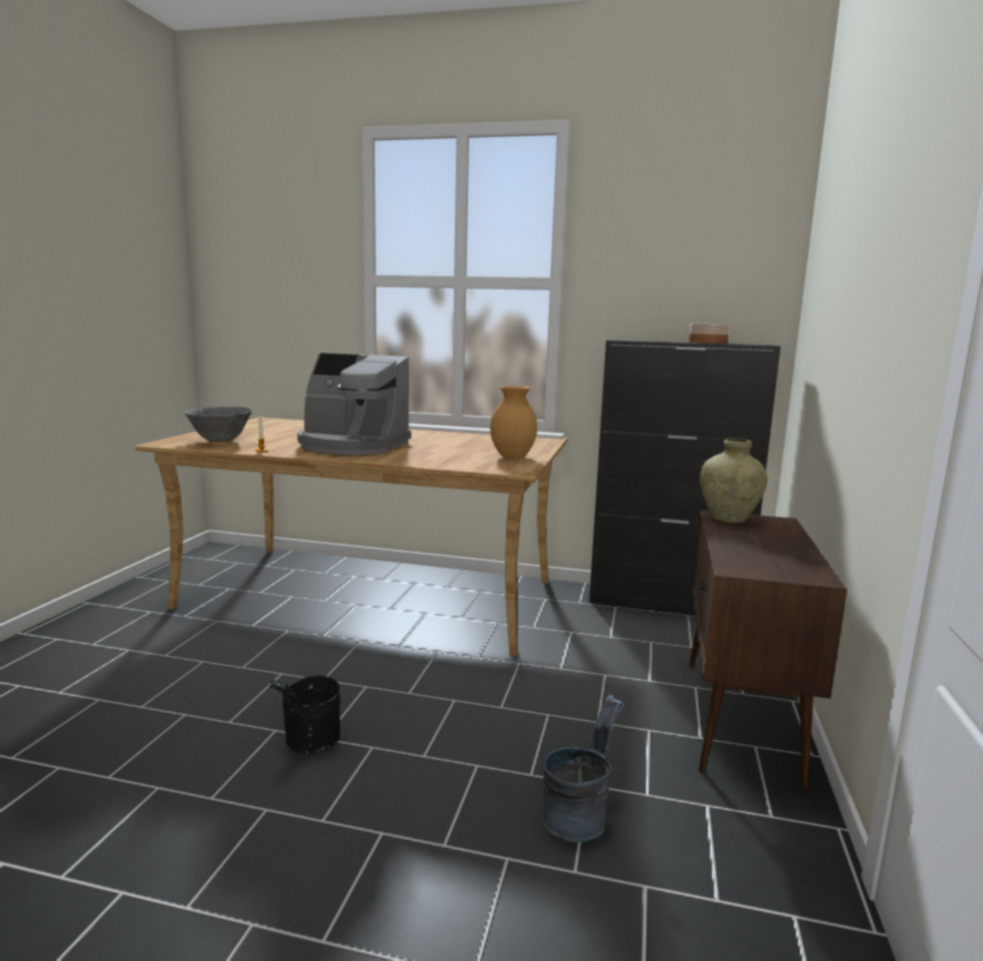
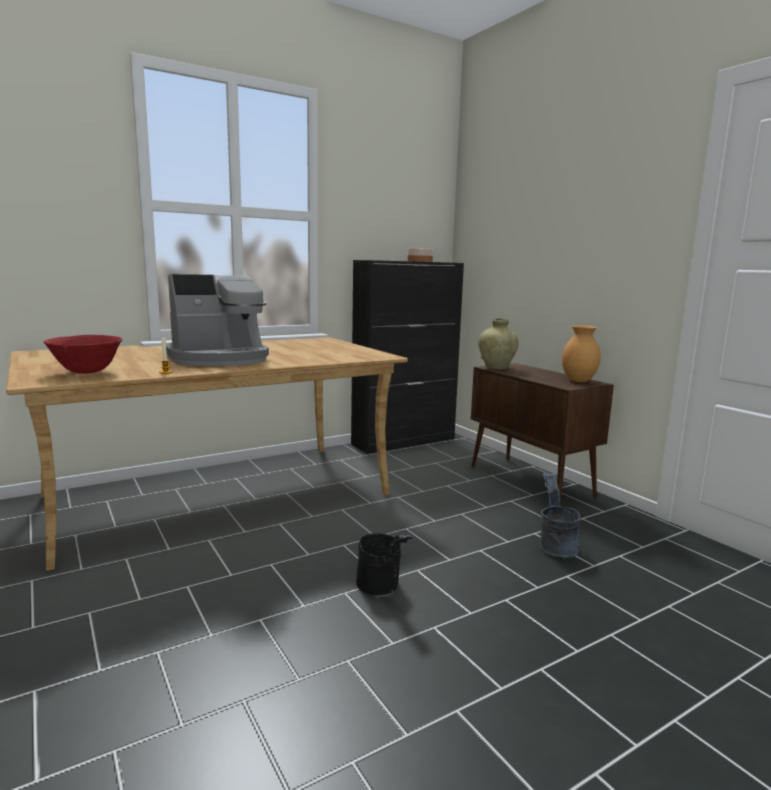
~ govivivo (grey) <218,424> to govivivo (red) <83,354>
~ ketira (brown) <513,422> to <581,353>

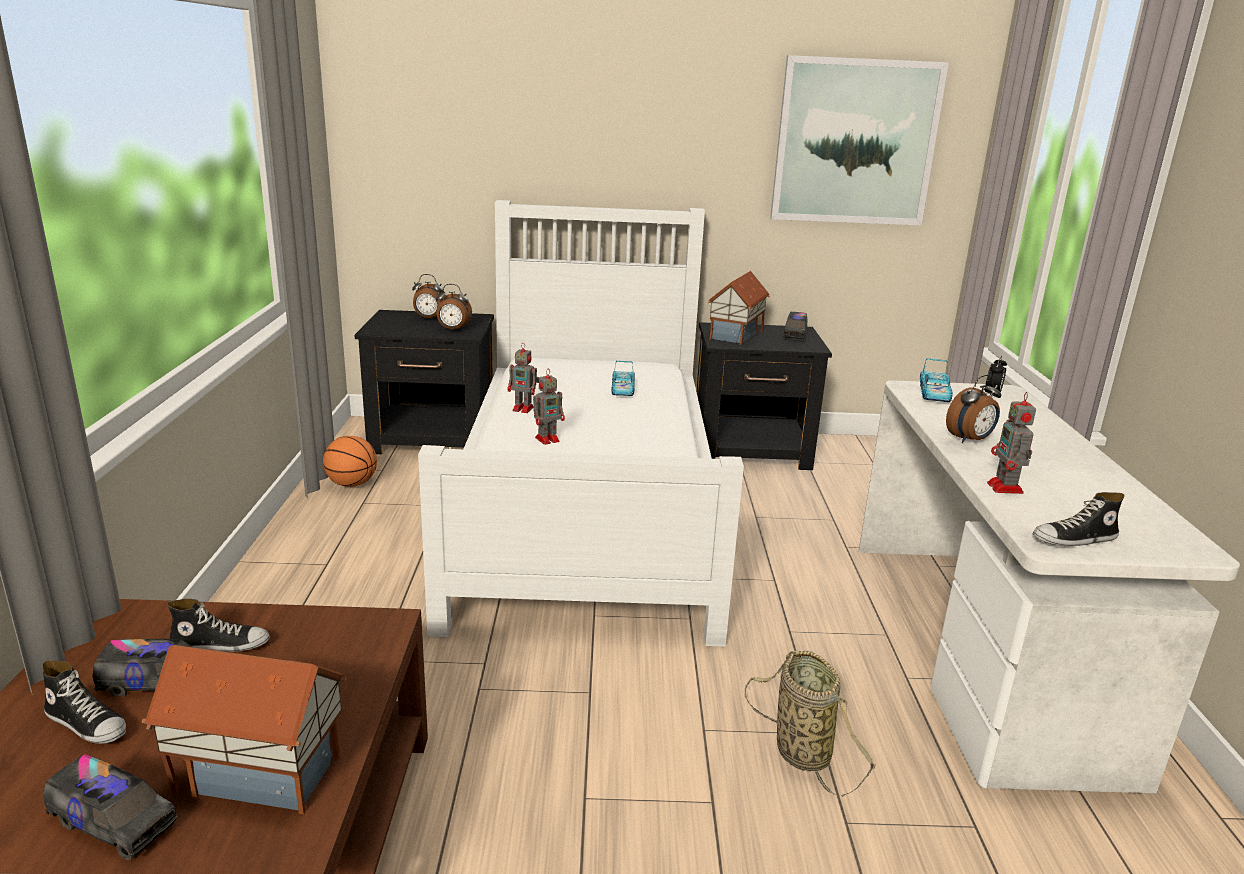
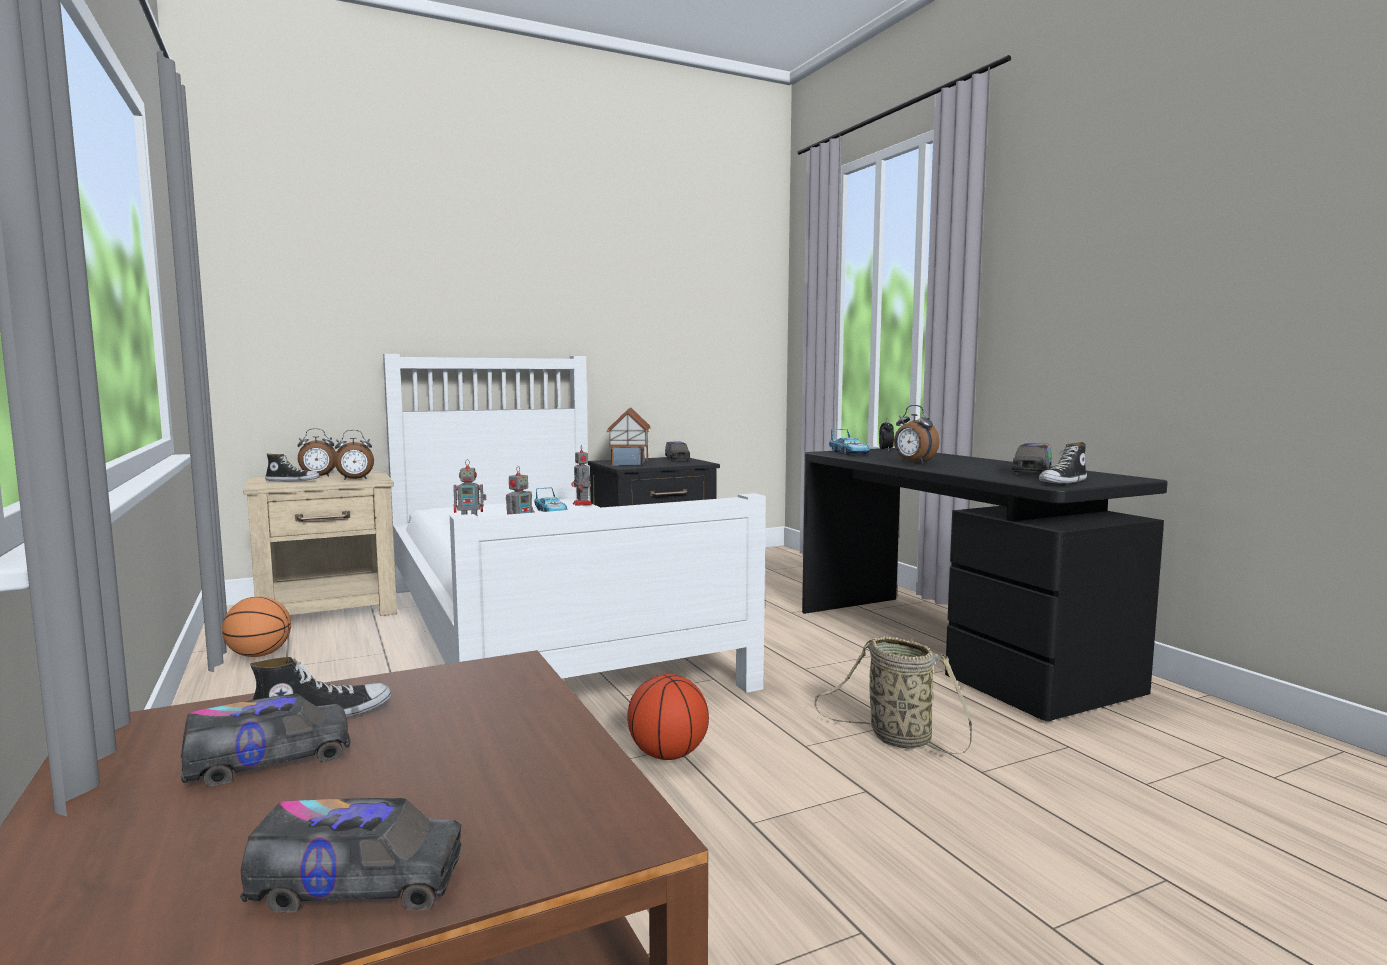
~ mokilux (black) <424,382> to mokilux (beige) <320,543>
~ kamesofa <84,702> to <292,467>
~ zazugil <1011,443> to <581,475>
+ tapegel <668,717>
~ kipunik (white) <1049,586> to kipunik (black) <985,584>
~ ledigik <973,409> = <917,434> 105 degrees clockwise
+ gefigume <1032,459>
- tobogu <244,729>
- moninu <859,140>

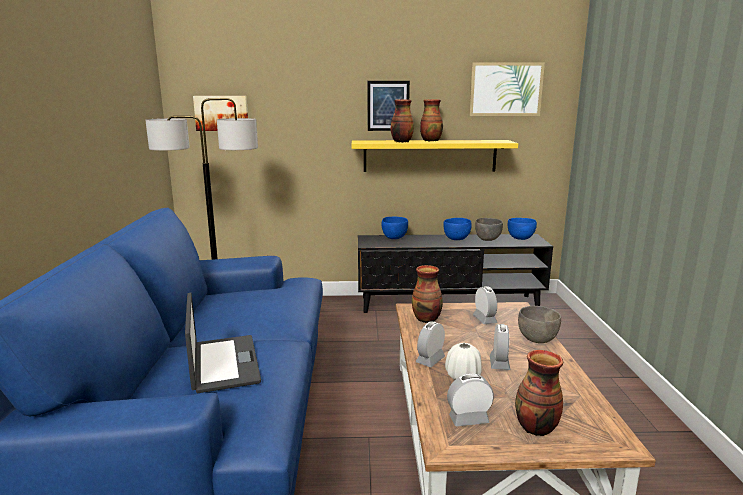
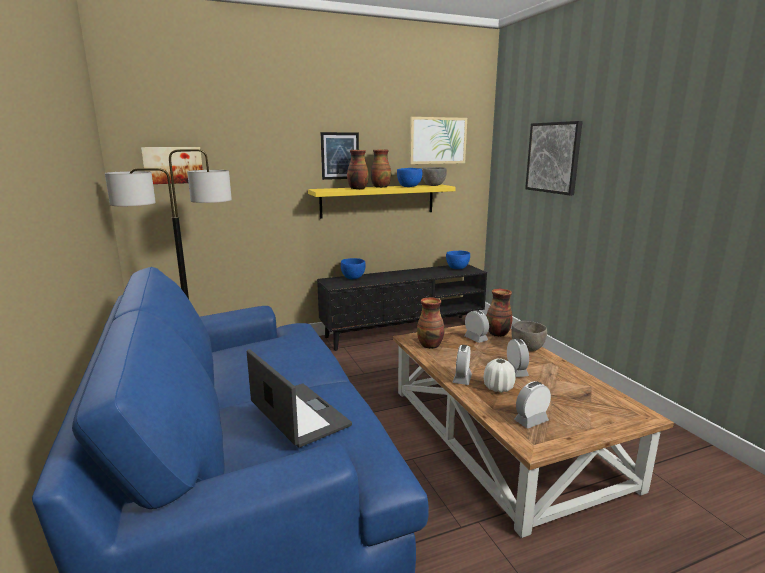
~ govivivo (blue) <458,229> to <410,177>
~ govivivo (grey) <489,229> to <434,176>
~ ketira <539,393> to <499,313>
+ moninu <554,158>

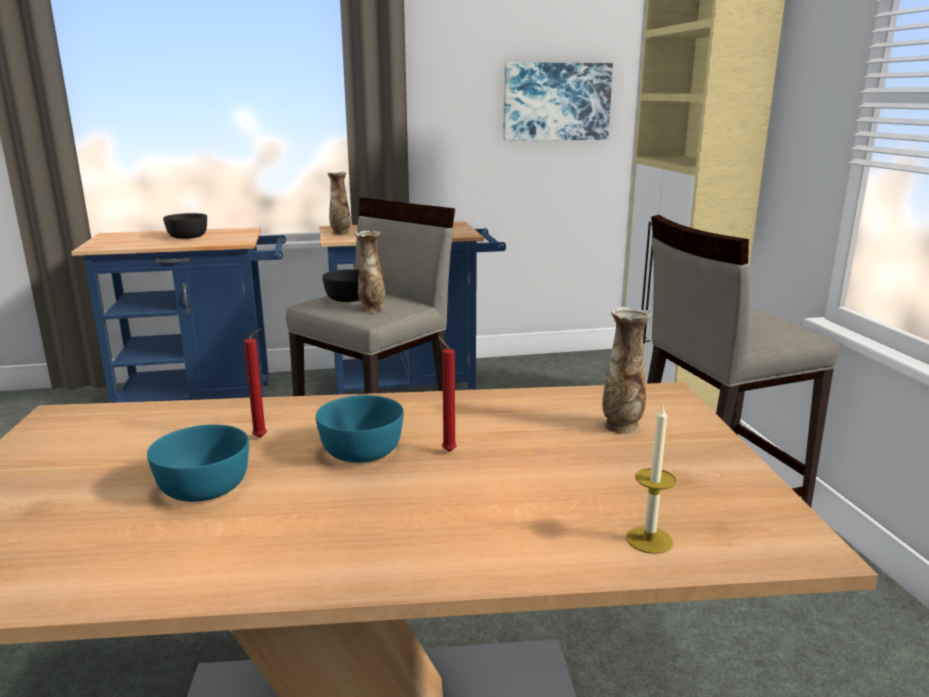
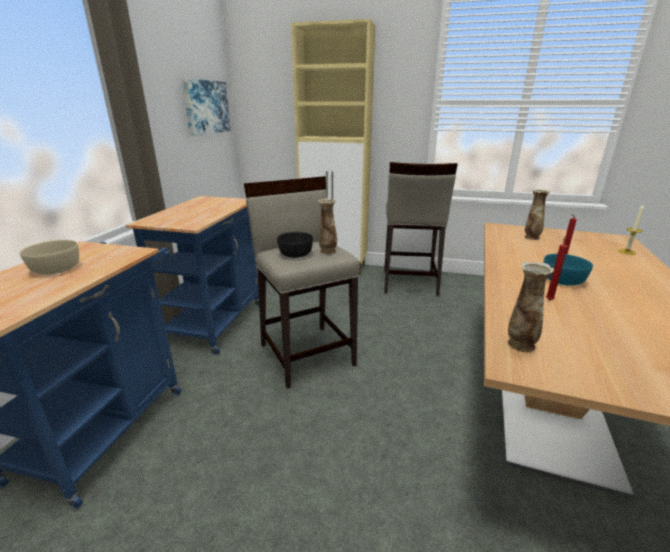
~ govivivo (black) <185,226> to govivivo (beige) <49,257>
~ ketira <339,203> to <531,307>
- govivivo (turquoise) <198,463>

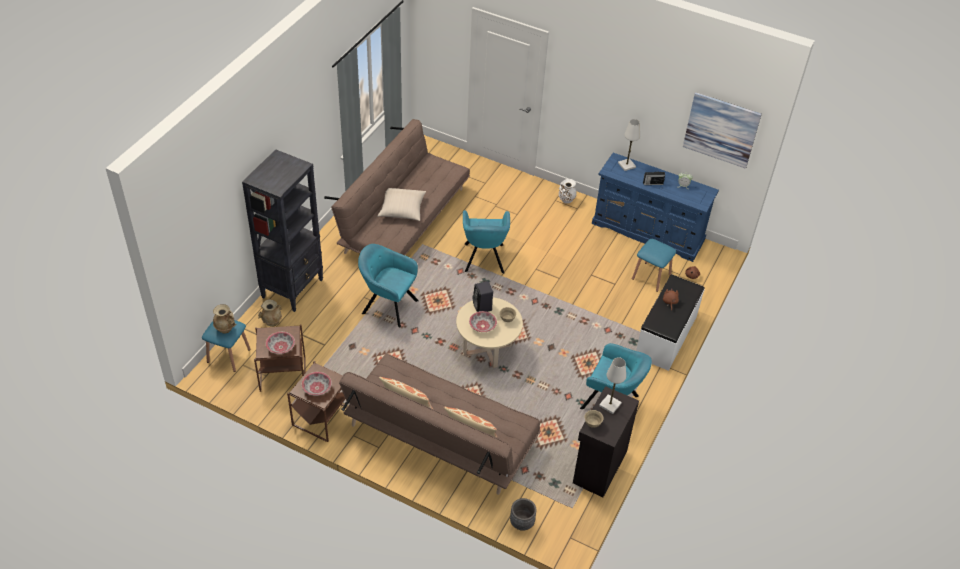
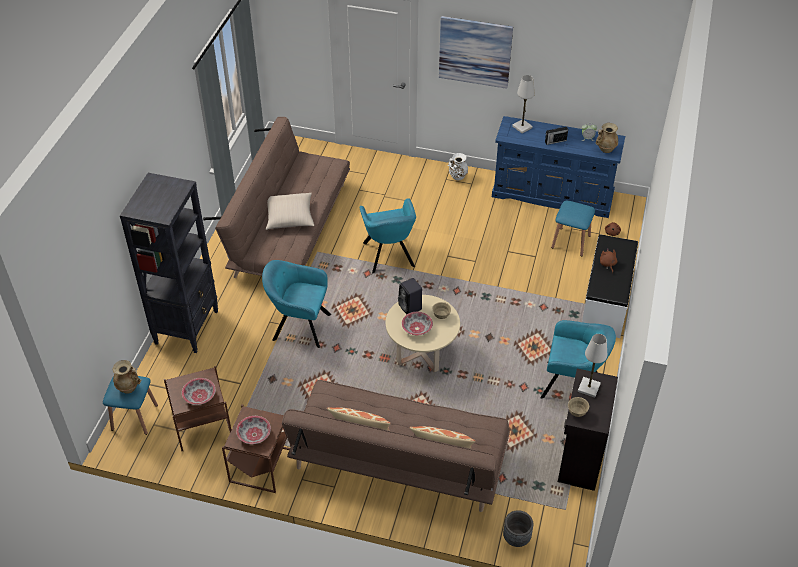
~ moninu <722,130> to <476,52>
~ ketira (beige) <270,313> to <607,138>

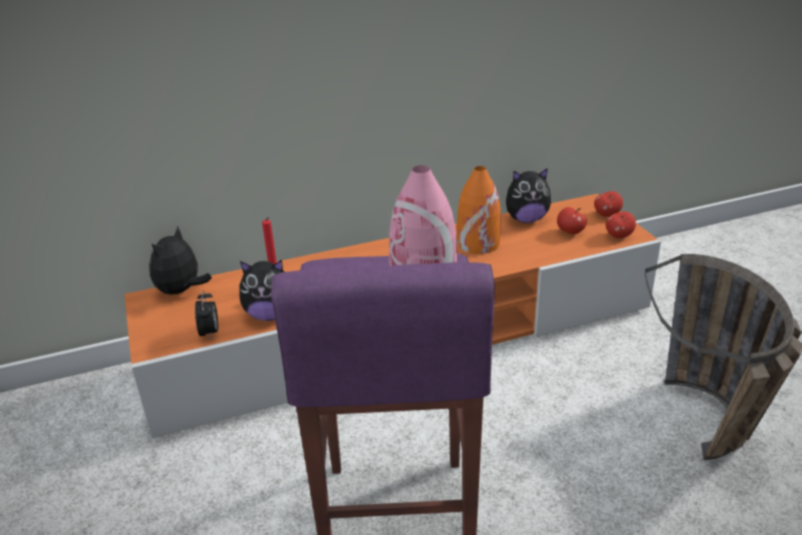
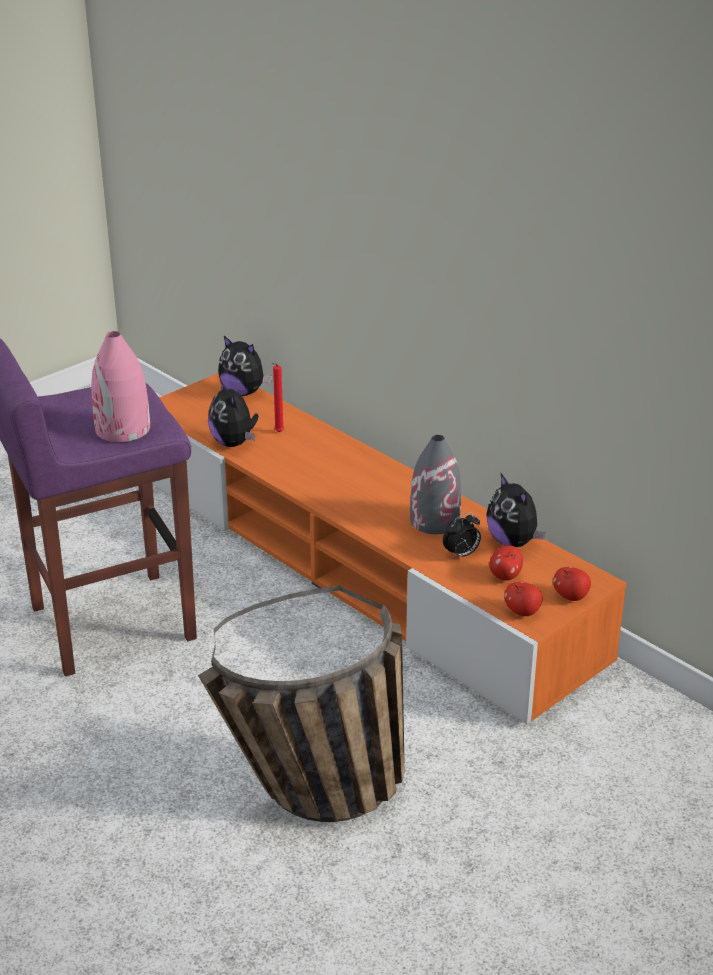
~ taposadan <180,260> = <245,366> 150 degrees counterclockwise
~ ketira (orange) <479,210> to ketira (grey) <435,484>
~ ledigik <206,315> to <462,536>

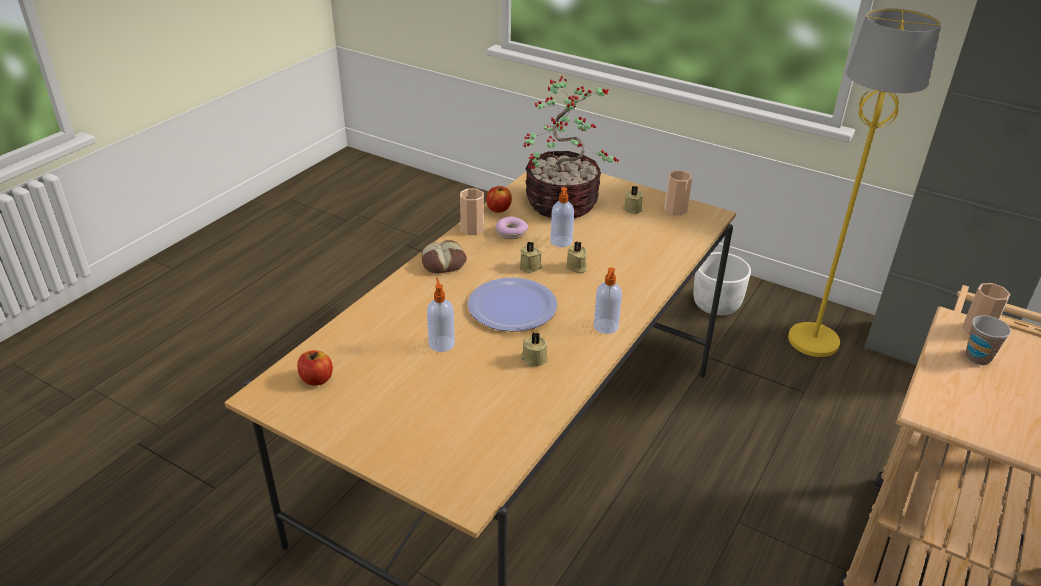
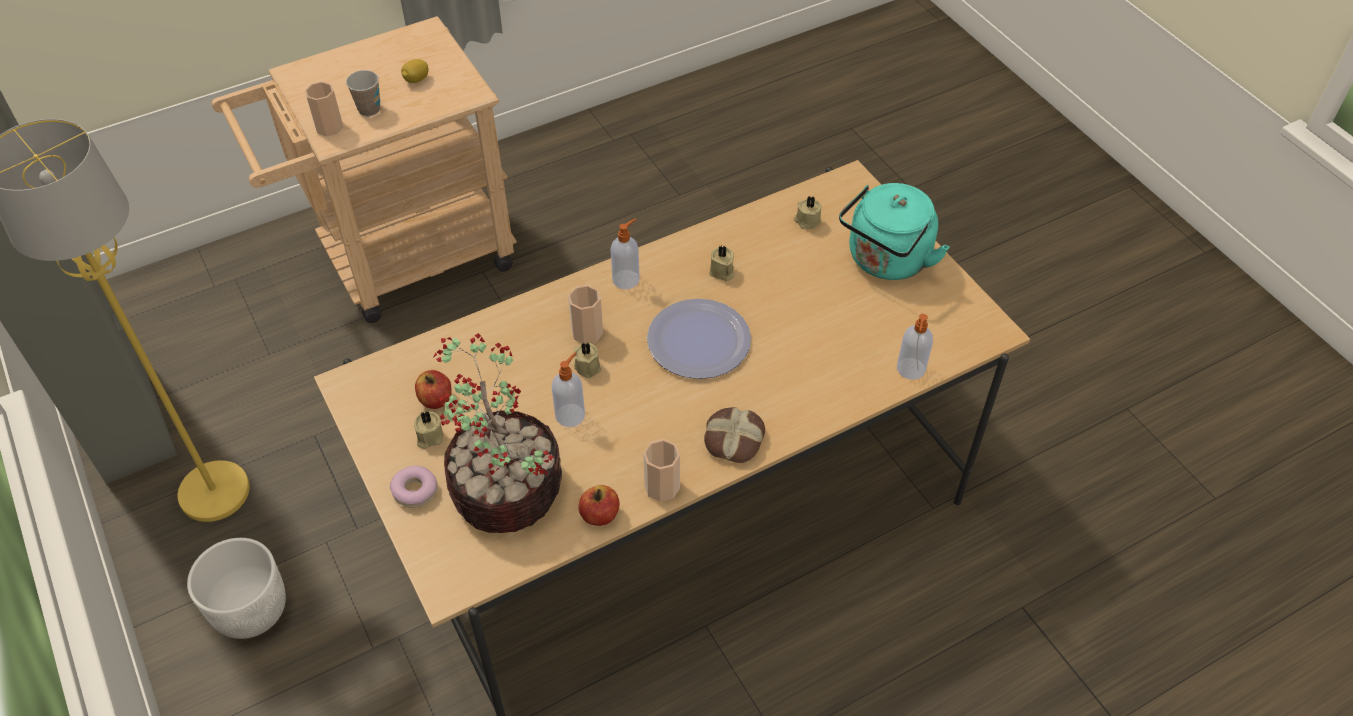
~ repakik <511,227> to <414,487>
+ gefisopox <415,71>
~ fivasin <315,368> to <433,389>
~ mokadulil <678,192> to <585,314>
~ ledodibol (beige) <531,257> to <808,212>
+ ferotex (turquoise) <894,231>
~ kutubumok <441,314> to <915,347>

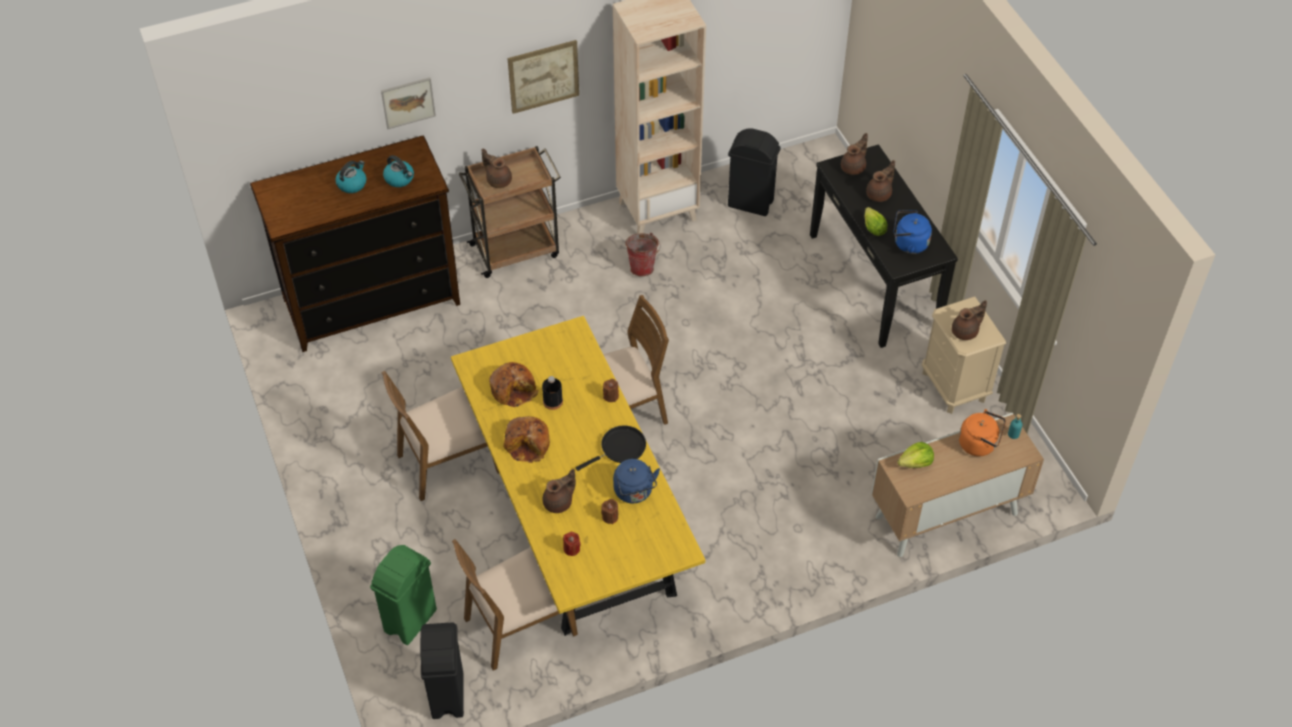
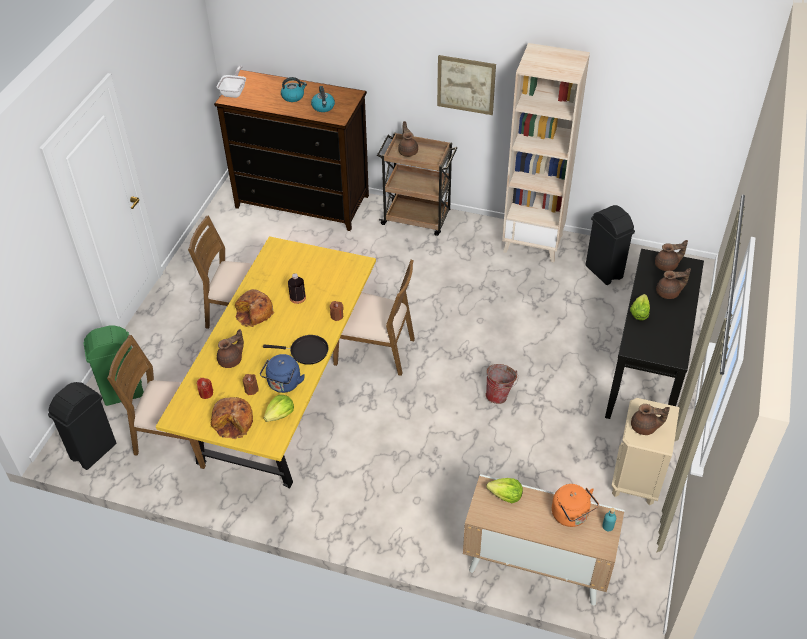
~ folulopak <514,384> to <231,418>
+ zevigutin <231,82>
~ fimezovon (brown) <559,491> = <230,348> 45 degrees counterclockwise
+ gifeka <278,408>
~ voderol <643,254> to <501,384>
- moninu <408,103>
- ferotex (blue) <913,232>

